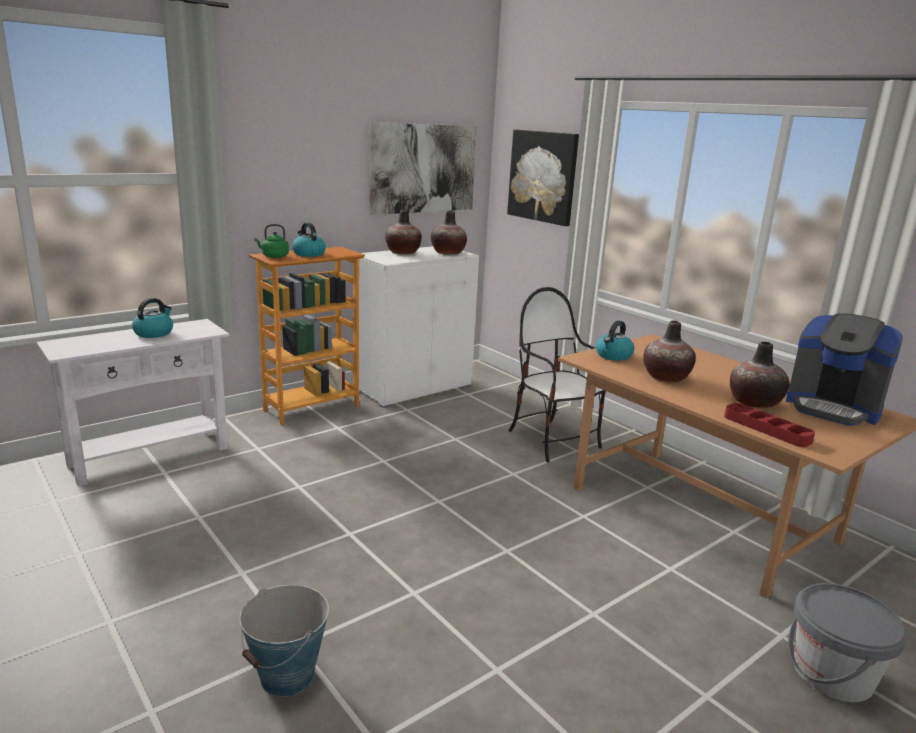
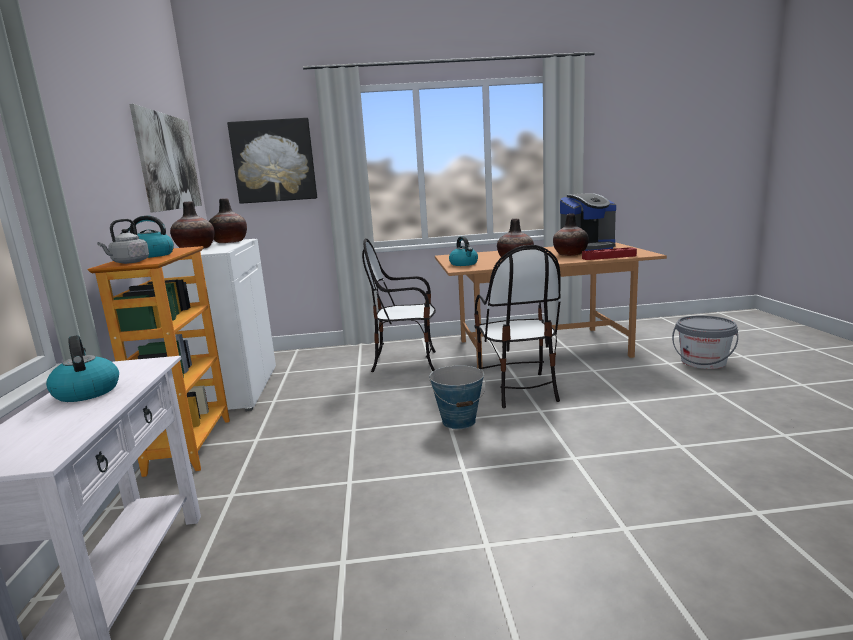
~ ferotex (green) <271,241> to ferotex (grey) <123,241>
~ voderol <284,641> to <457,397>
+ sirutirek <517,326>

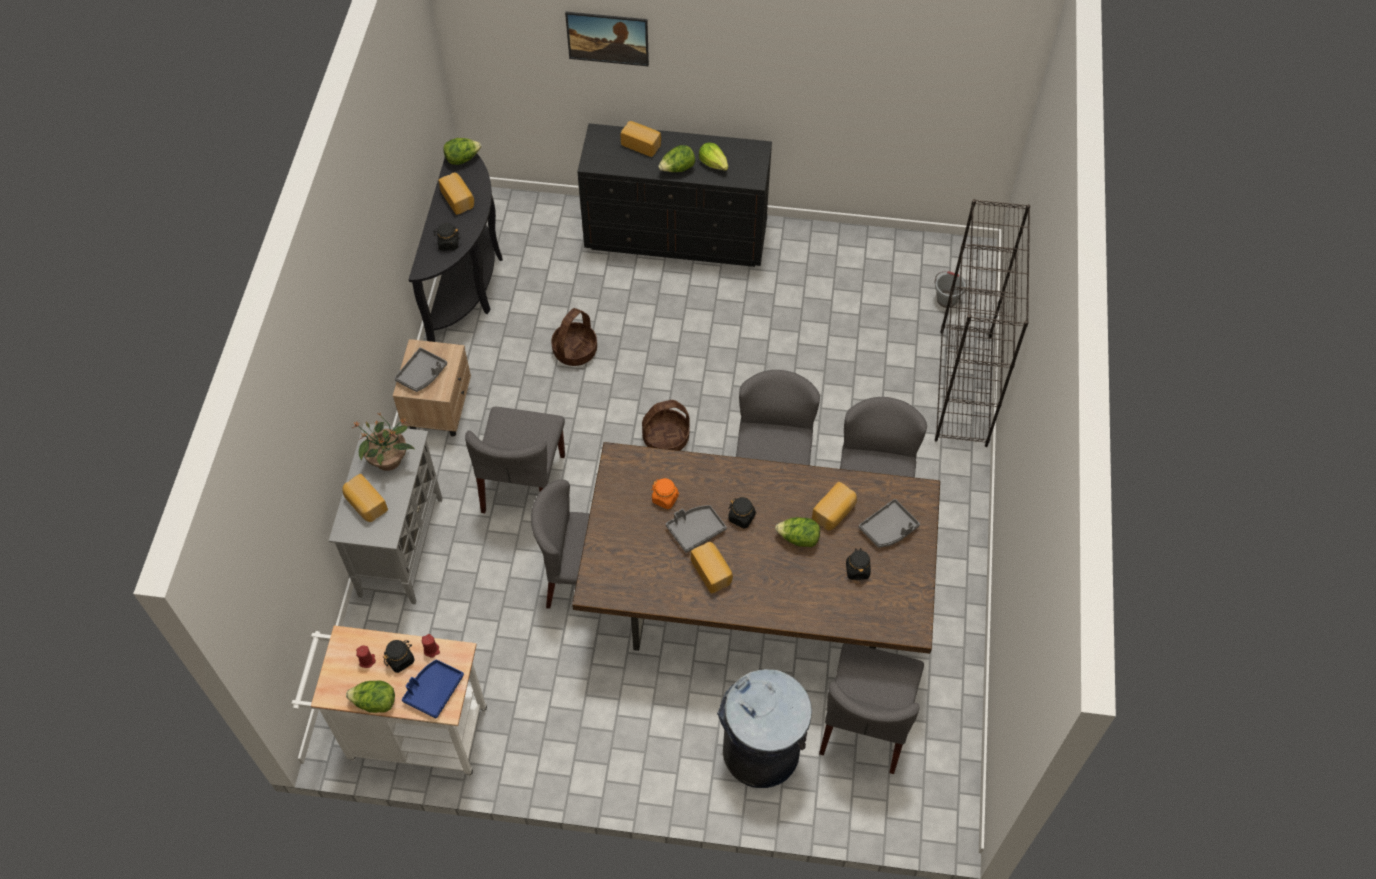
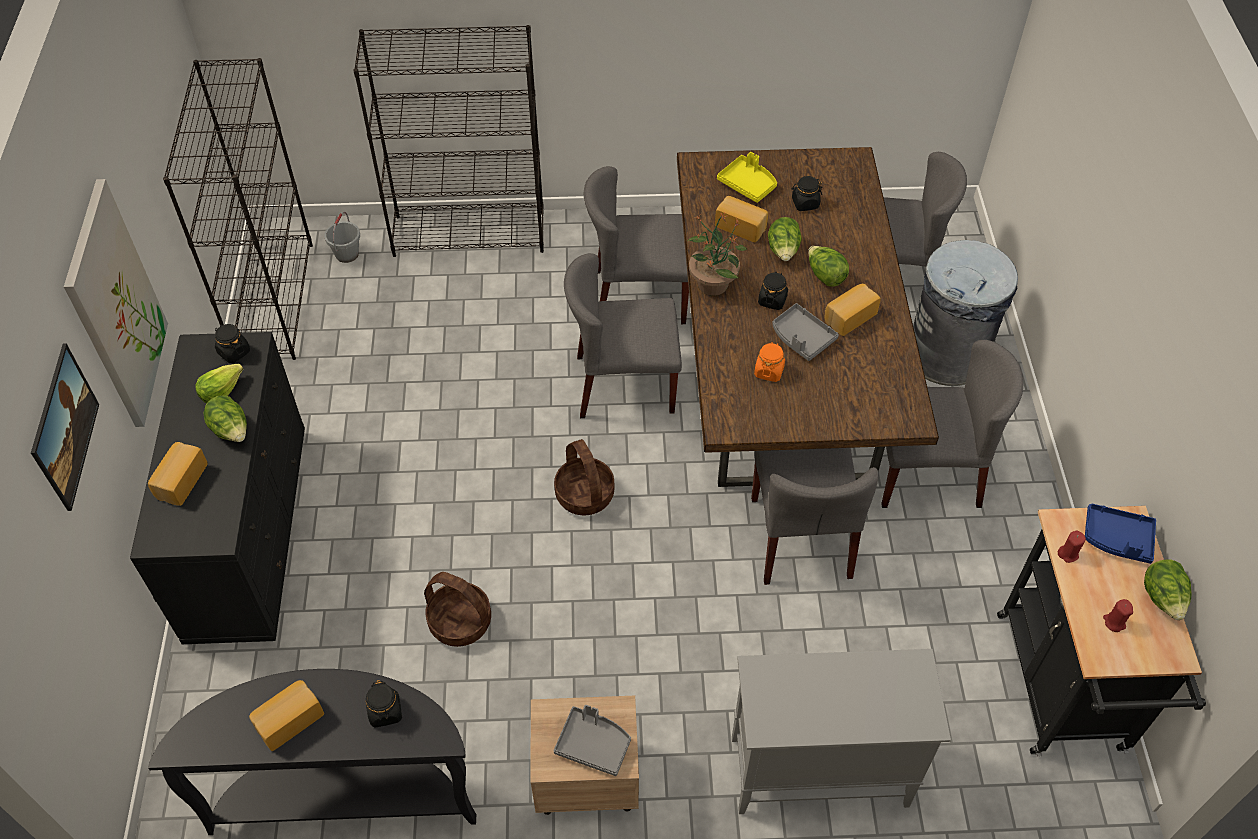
+ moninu <116,303>
+ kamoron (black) <238,209>
~ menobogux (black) <399,656> to <232,343>
~ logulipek <383,441> to <717,254>
~ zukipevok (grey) <889,523> to zukipevok (yellow) <747,177>
~ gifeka <462,151> to <828,266>
~ sirutirek (grey) <515,460> to <952,424>
~ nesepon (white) <389,701> to nesepon (black) <1101,631>
- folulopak <365,498>

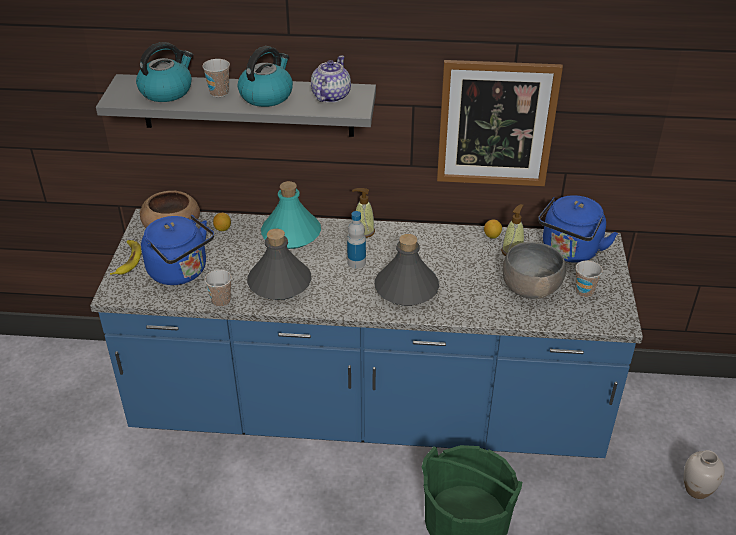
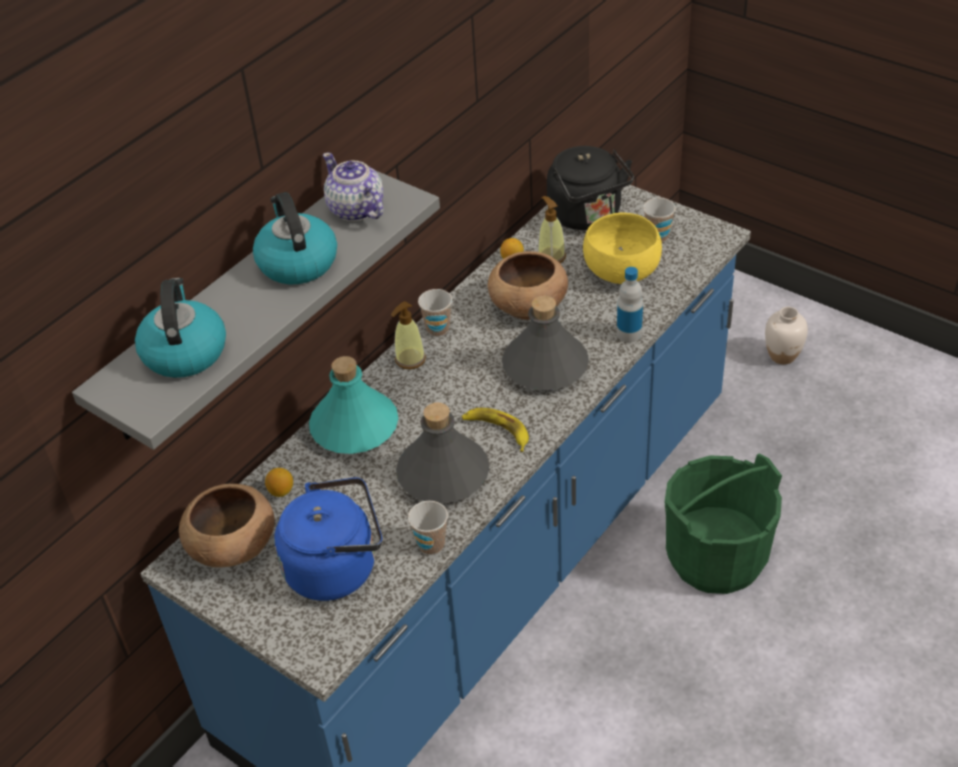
~ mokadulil <216,78> to <435,312>
~ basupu <125,257> to <495,430>
+ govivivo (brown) <528,285>
~ ferotex (blue) <578,228> to ferotex (black) <590,188>
~ govivivo (grey) <534,270> to govivivo (yellow) <622,248>
~ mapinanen <356,240> to <630,305>
- moninu <500,123>

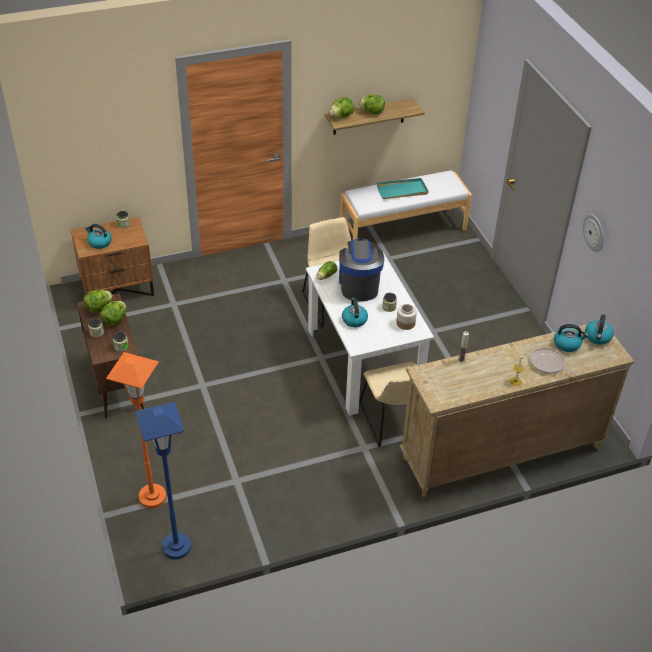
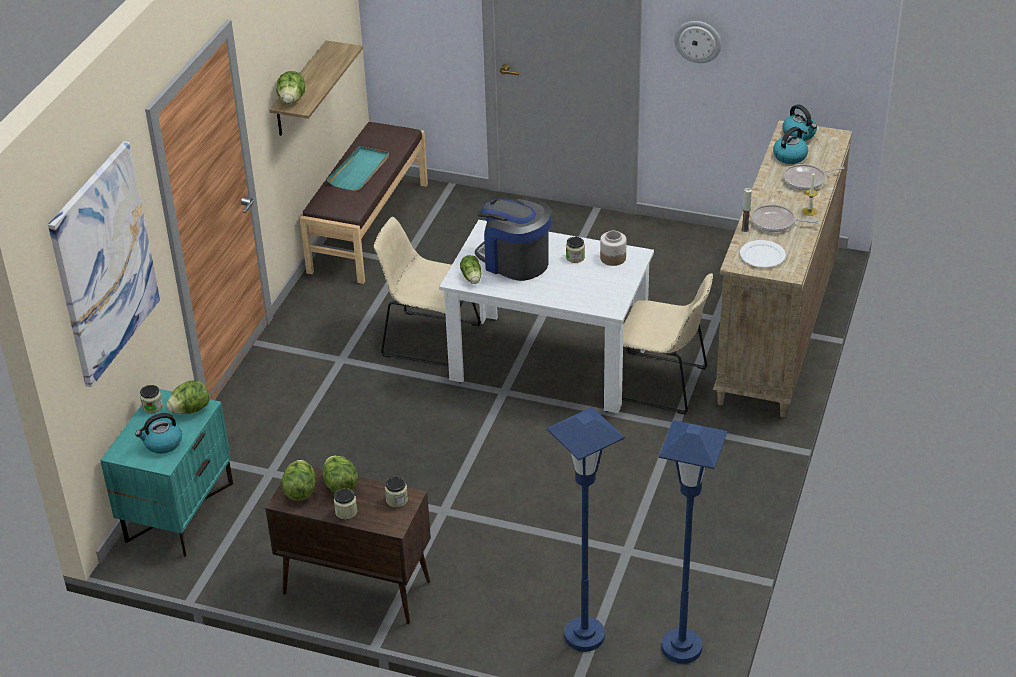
+ moninu <104,264>
~ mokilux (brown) <112,256> to mokilux (turquoise) <166,473>
~ gifeka <372,104> to <188,397>
~ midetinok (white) <406,205> to midetinok (brown) <364,203>
~ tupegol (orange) <136,430> to tupegol (blue) <585,529>
+ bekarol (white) <763,253>
+ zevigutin <785,218>
- ferotex <355,312>

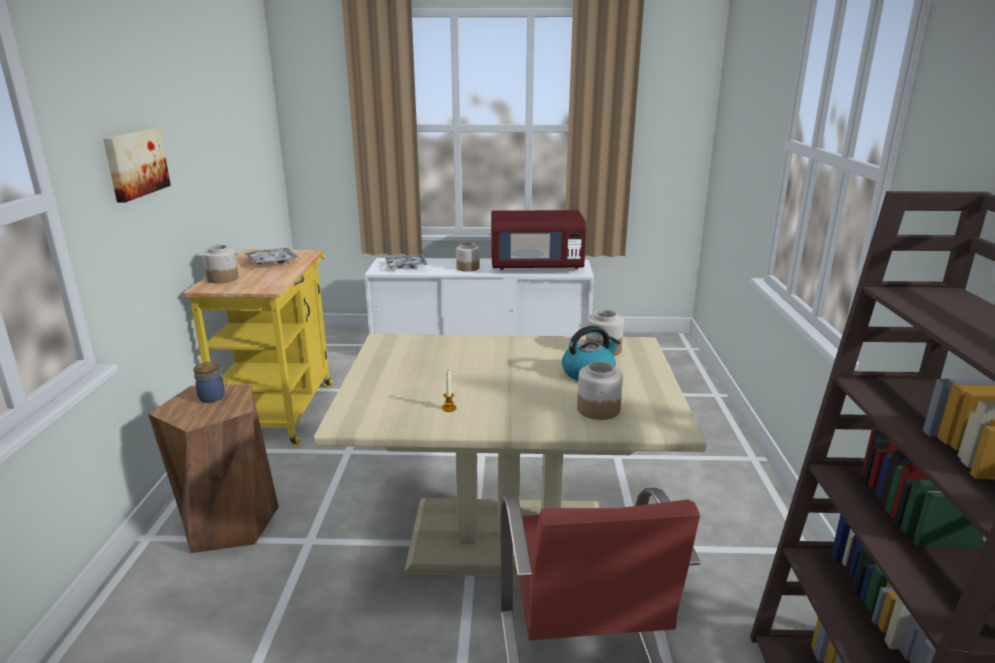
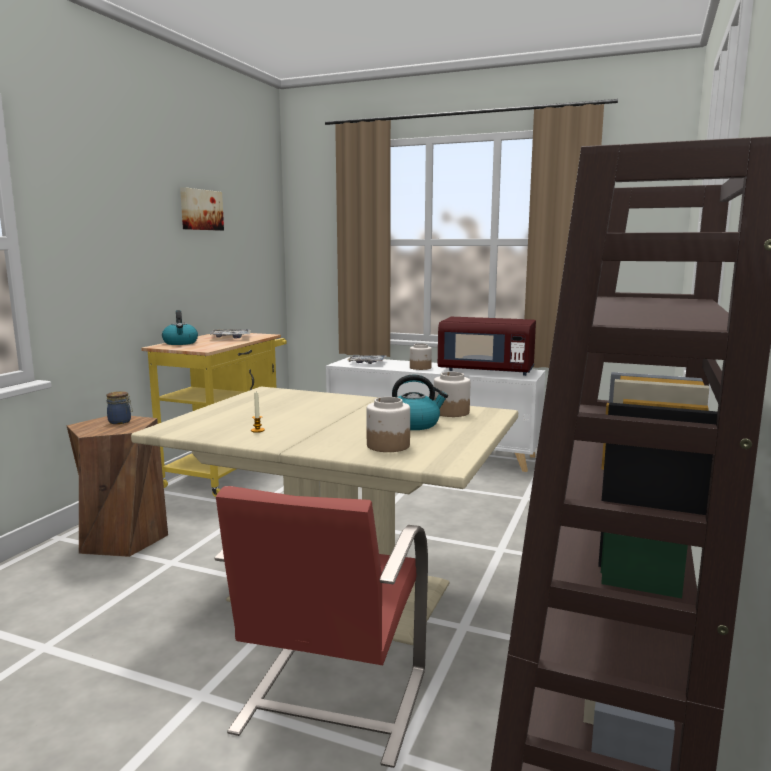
~ menobogux <220,264> to ferotex <180,327>
~ moninu <137,166> to <202,209>

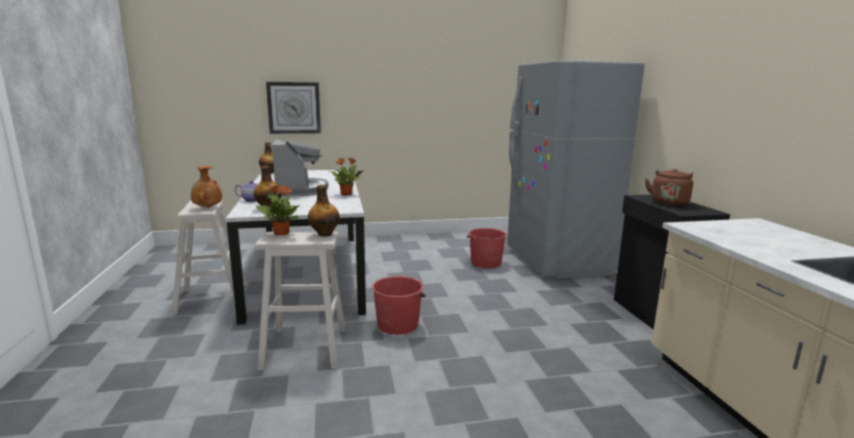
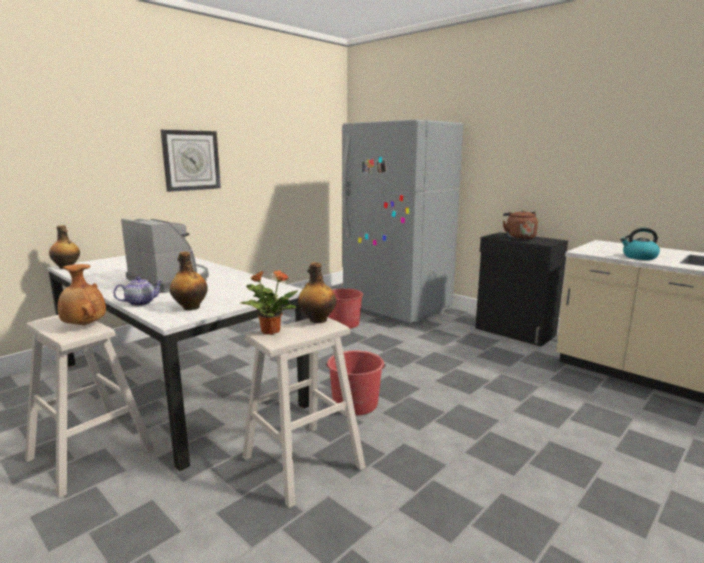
~ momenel <293,108> to <191,161>
+ ferotex <640,244>
- logulipek <346,177>

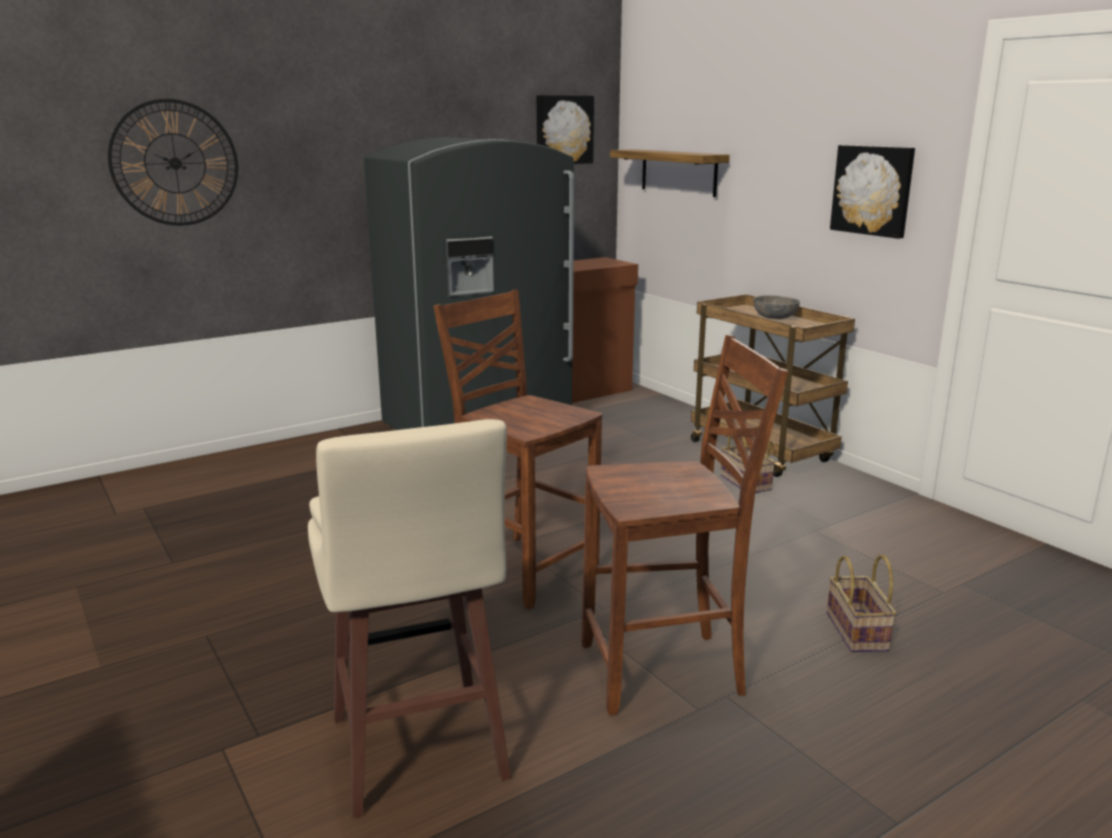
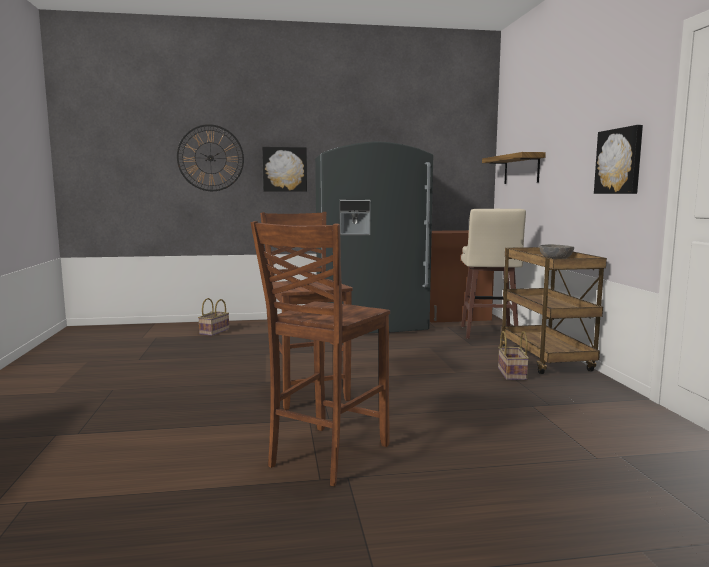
~ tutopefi <862,603> to <213,317>
~ sirutirek (brown) <685,525> = <320,353> 105 degrees clockwise
~ moninu <565,129> to <284,169>
~ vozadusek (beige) <409,618> to <493,274>

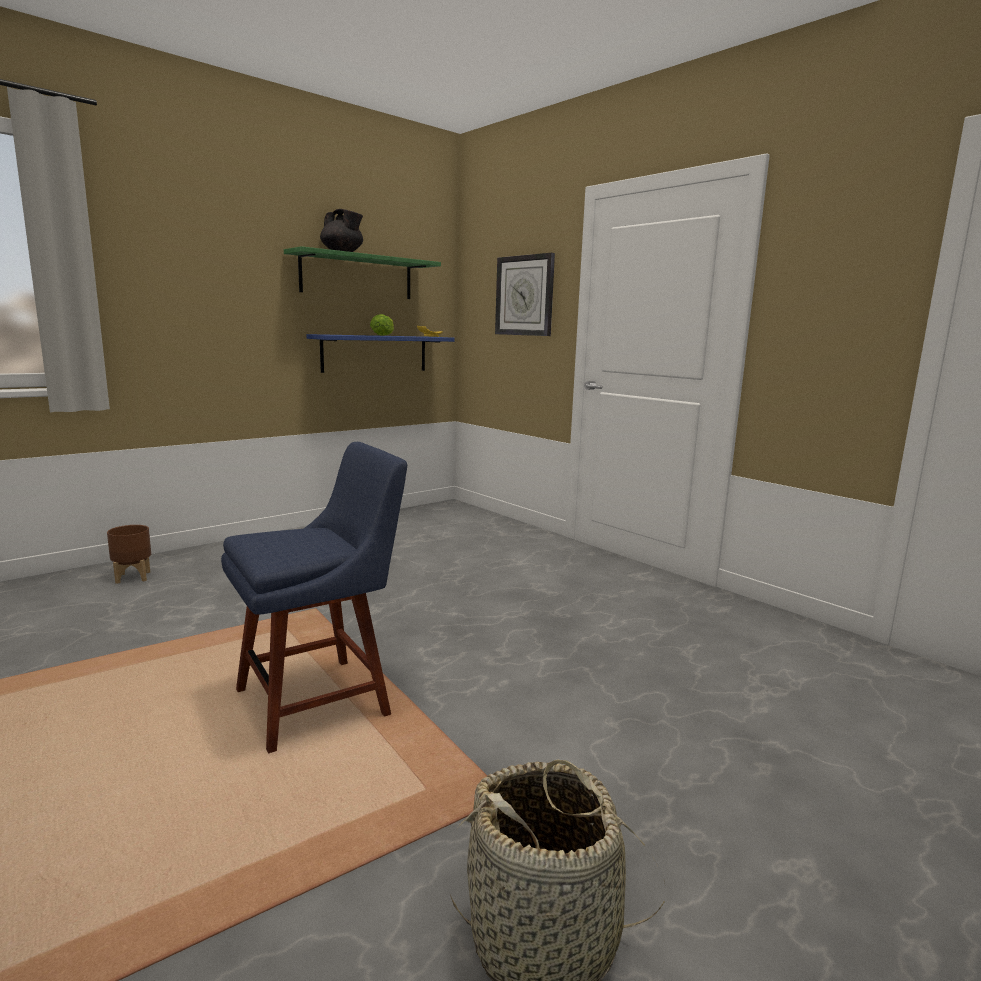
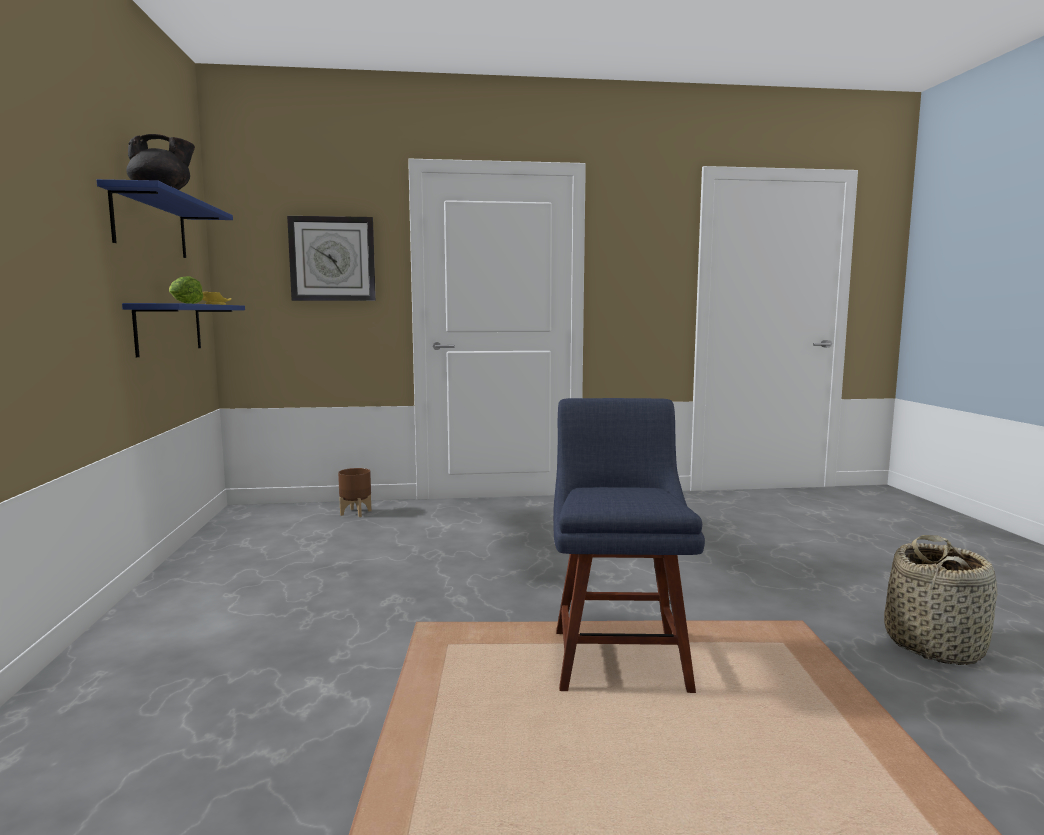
~ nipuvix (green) <362,272> to nipuvix (blue) <165,218>
~ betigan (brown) <129,554> to <354,492>

